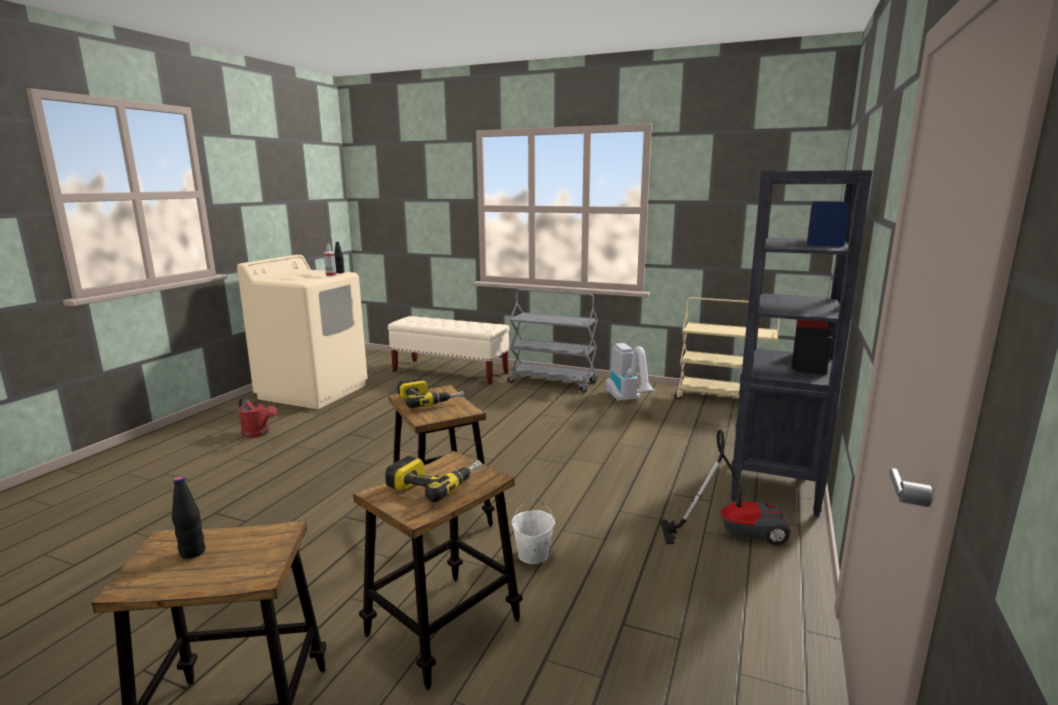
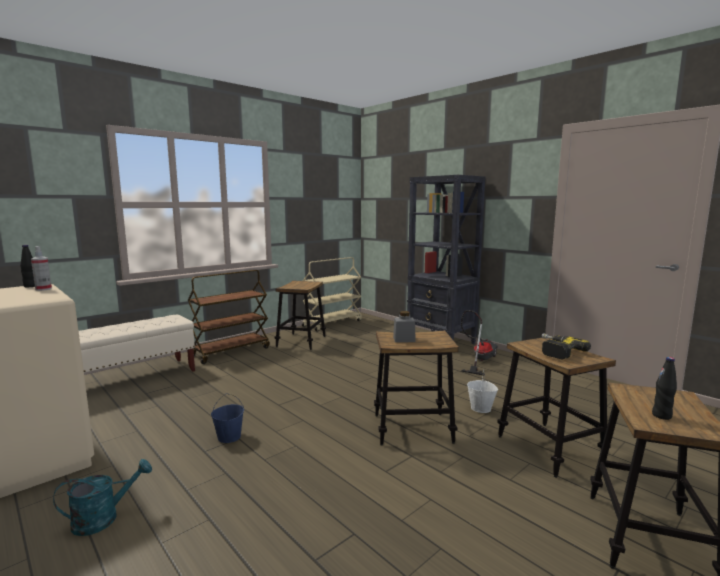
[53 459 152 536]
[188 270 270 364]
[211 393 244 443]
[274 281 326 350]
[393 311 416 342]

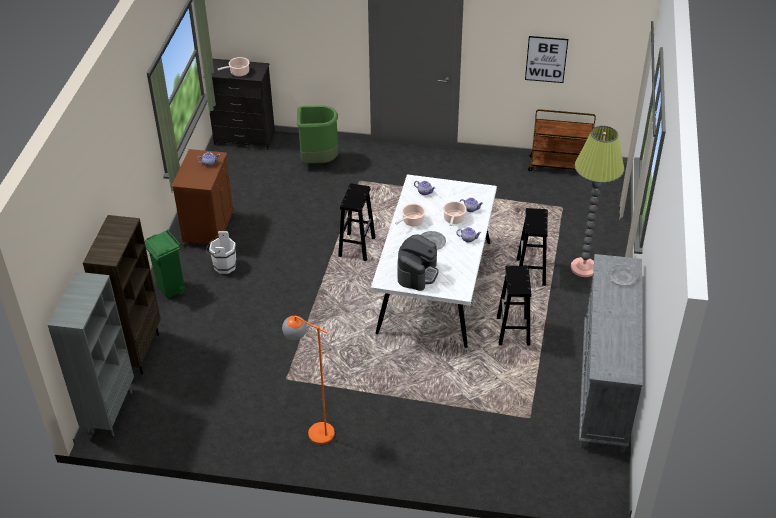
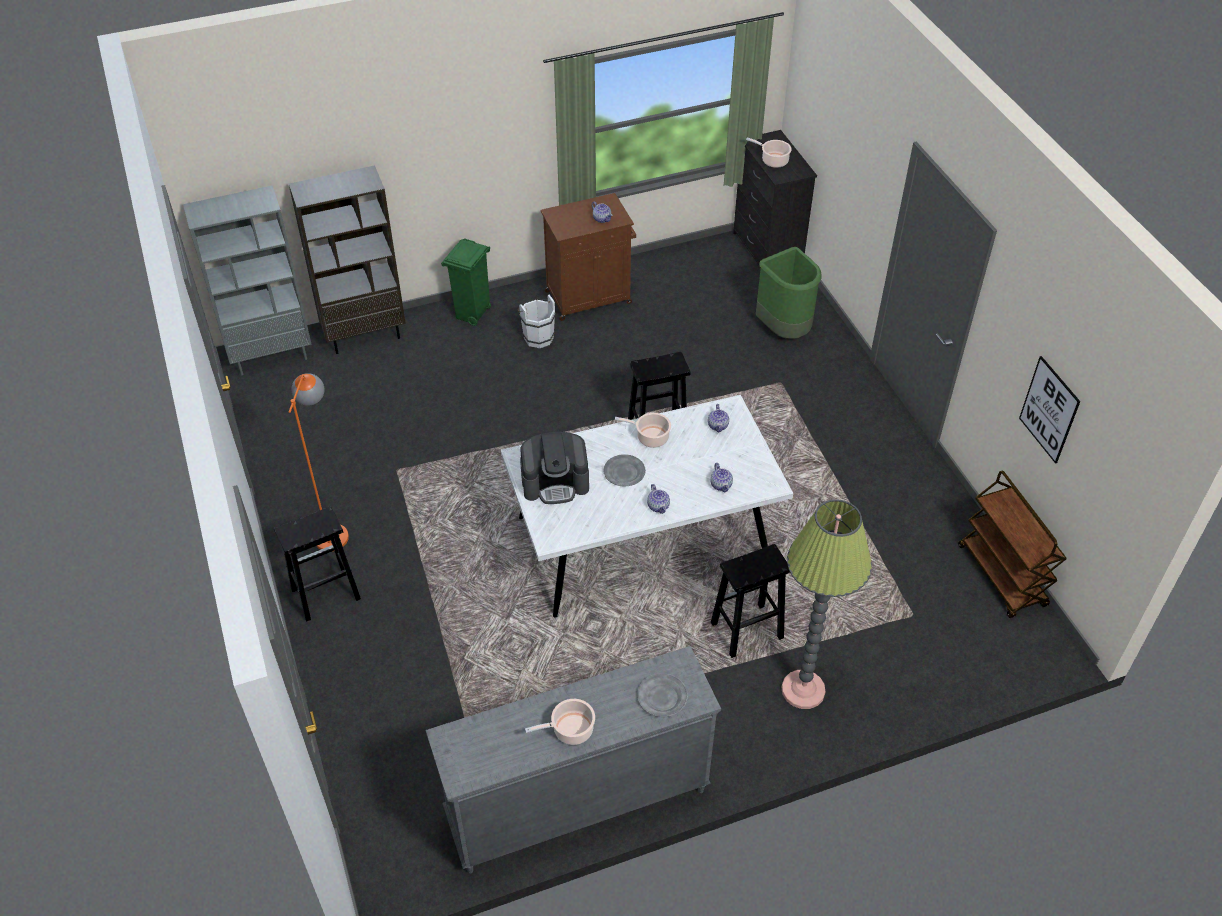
[274 506 361 622]
[525 699 595 745]

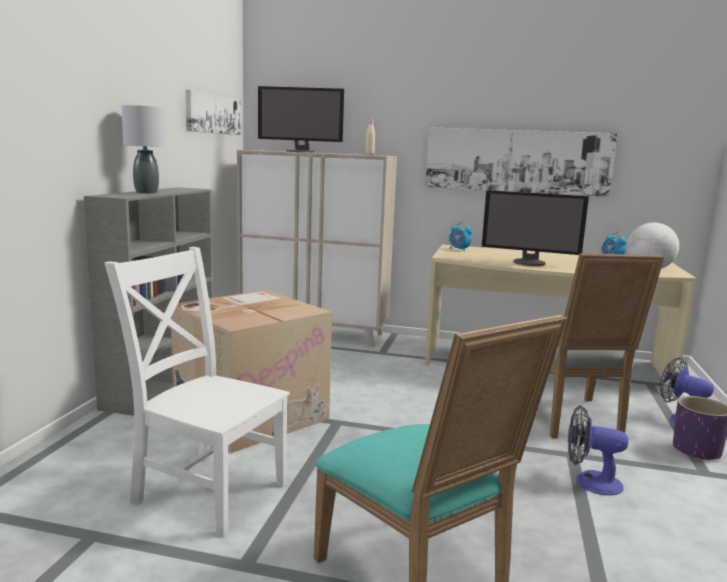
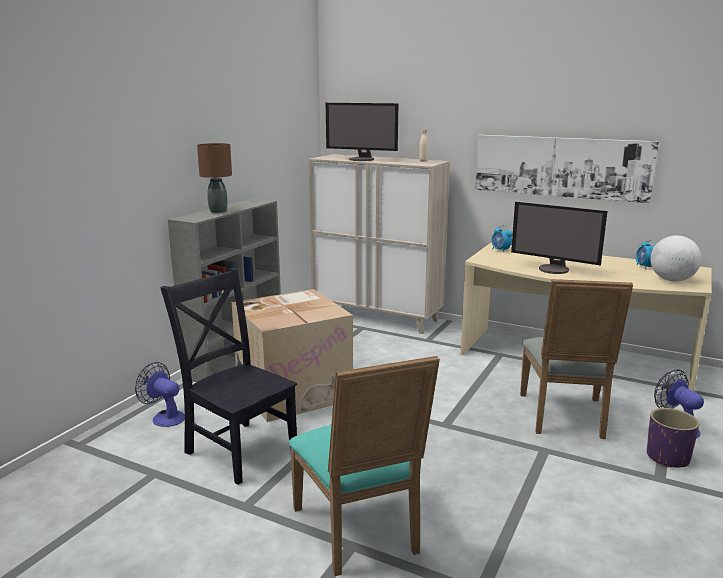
[135 362 185 427]
[160 268 297 485]
[197 143 232 213]
[185 90 241 135] (first image)

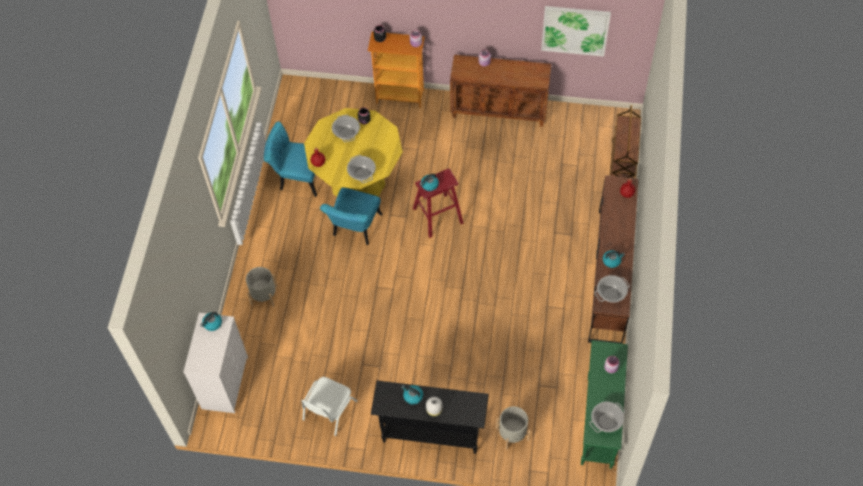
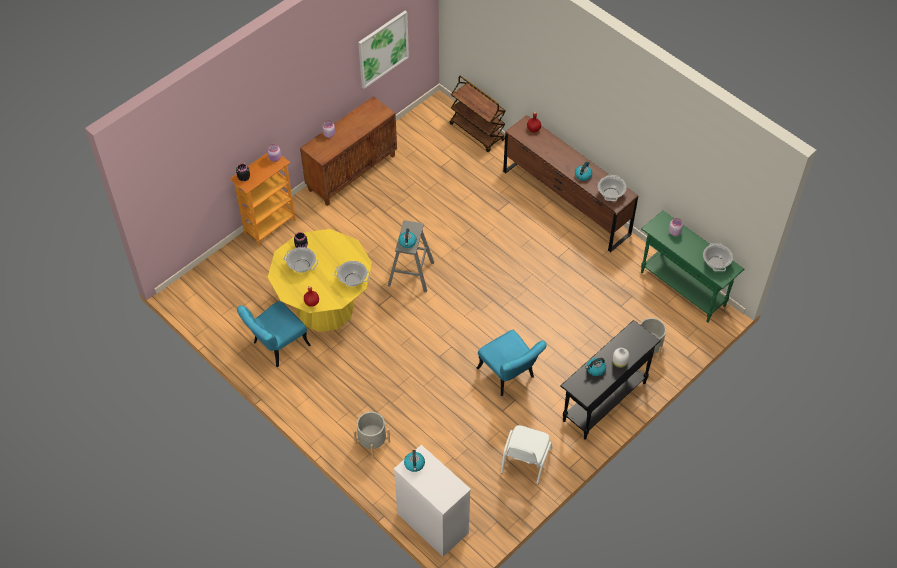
[388 220 434 292]
[477 330 546 396]
[501 425 552 484]

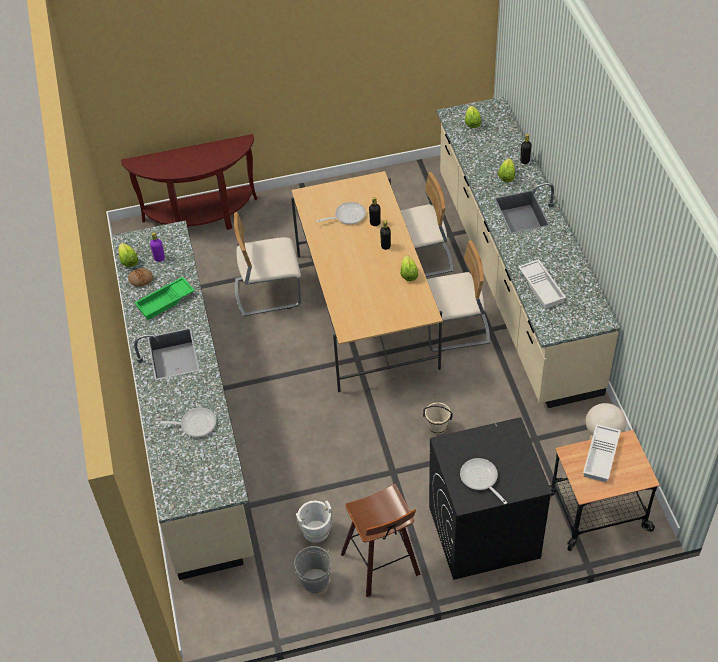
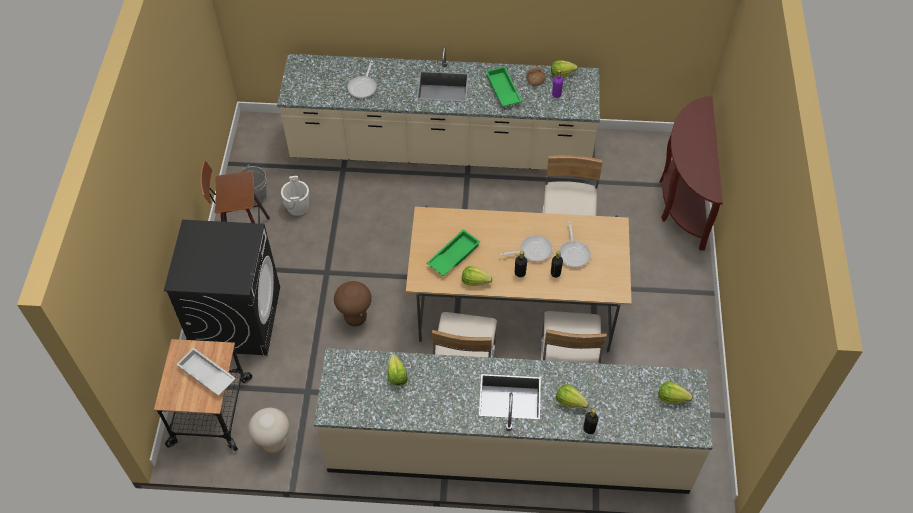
[334 281 372 326]
[388 354 408 386]
[427 229 480 276]
[500 235 552 262]

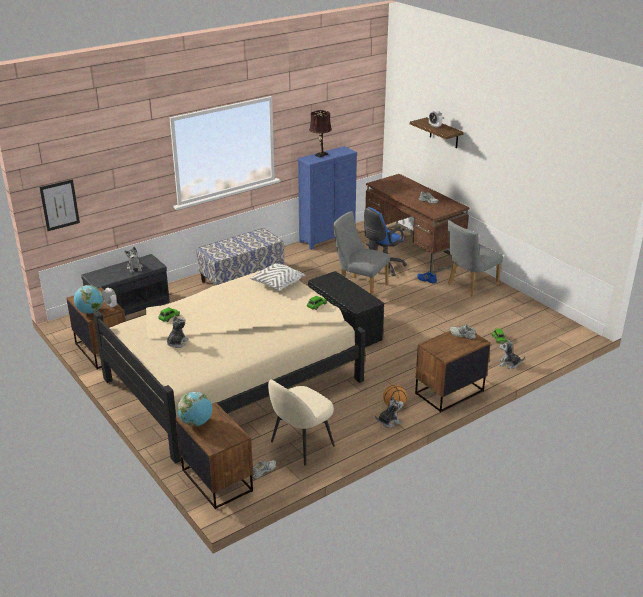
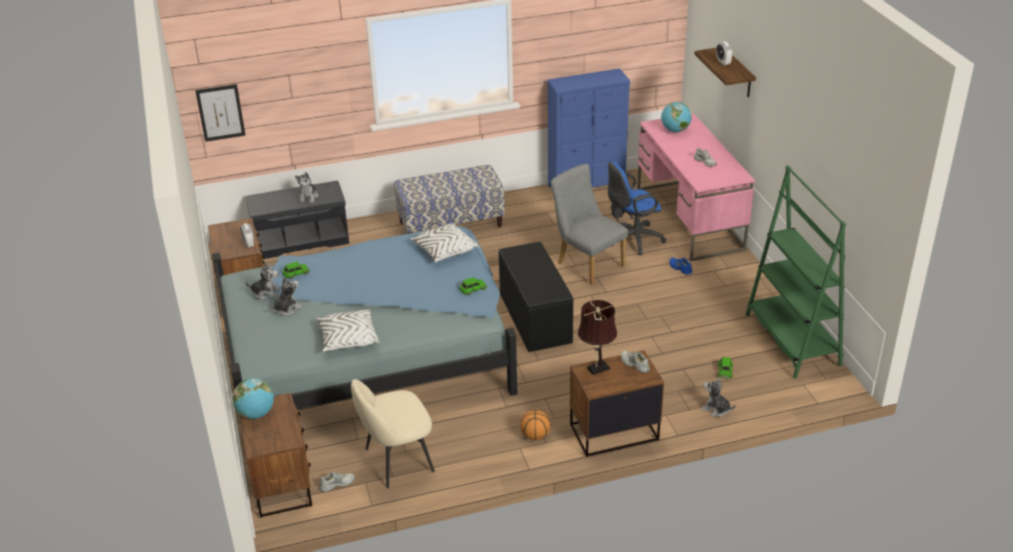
[212 225 517 410]
[245 263 280 300]
[317 309 380 351]
[578 300 617 375]
[637 113 755 261]
[661 102 692 132]
[746 165 846 378]
[447 220 503 297] (first image)

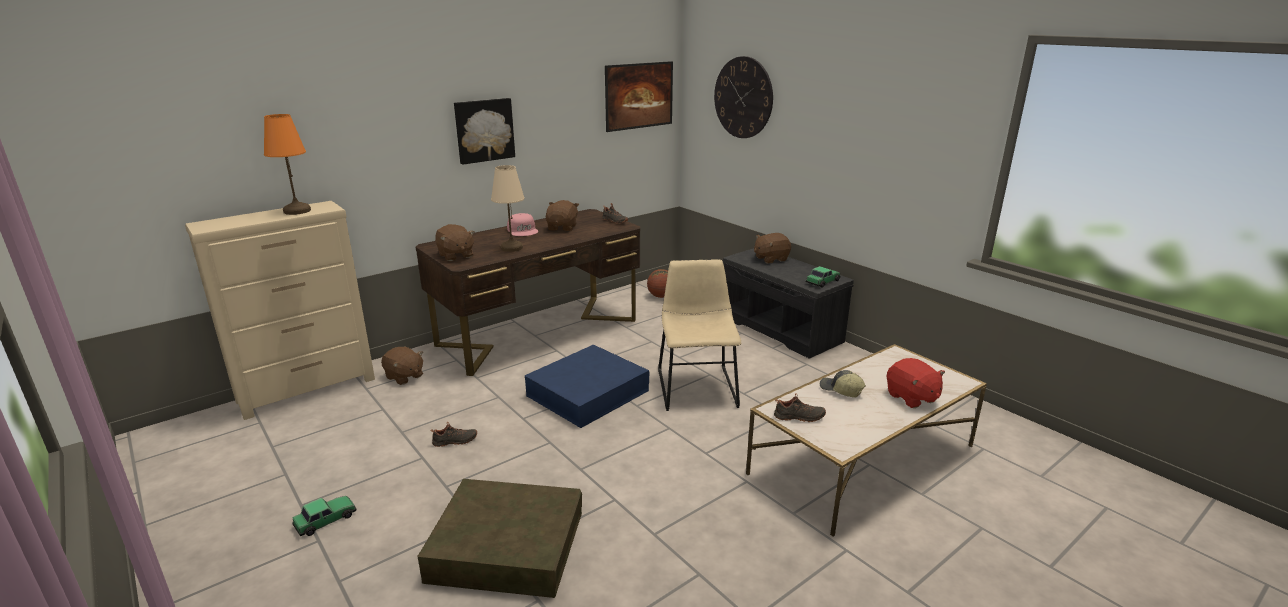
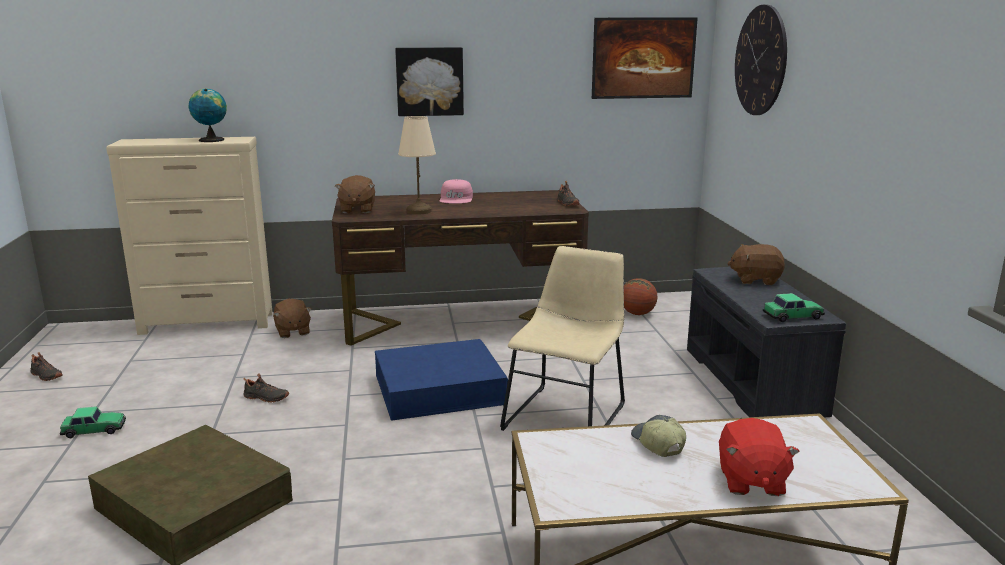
[30 352 63 381]
[189 88 227 142]
[546 200 579 231] (first image)

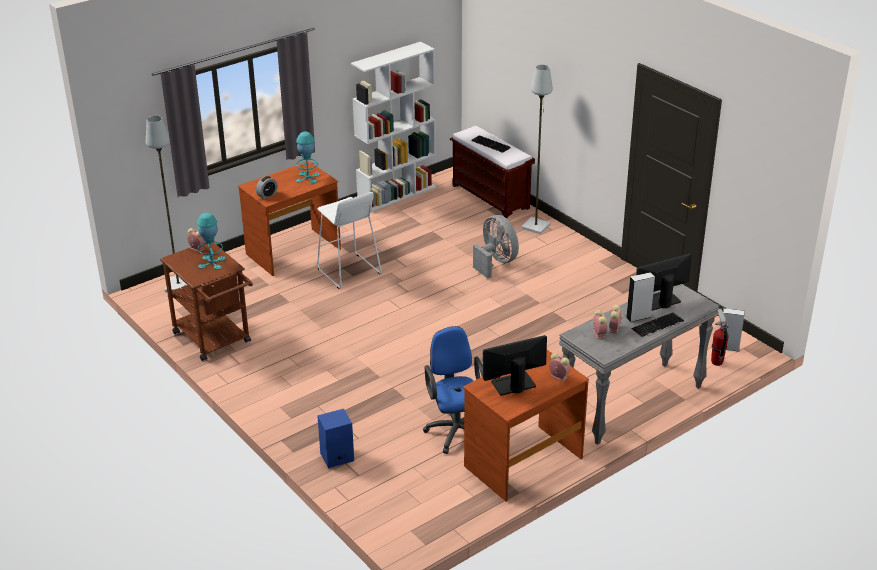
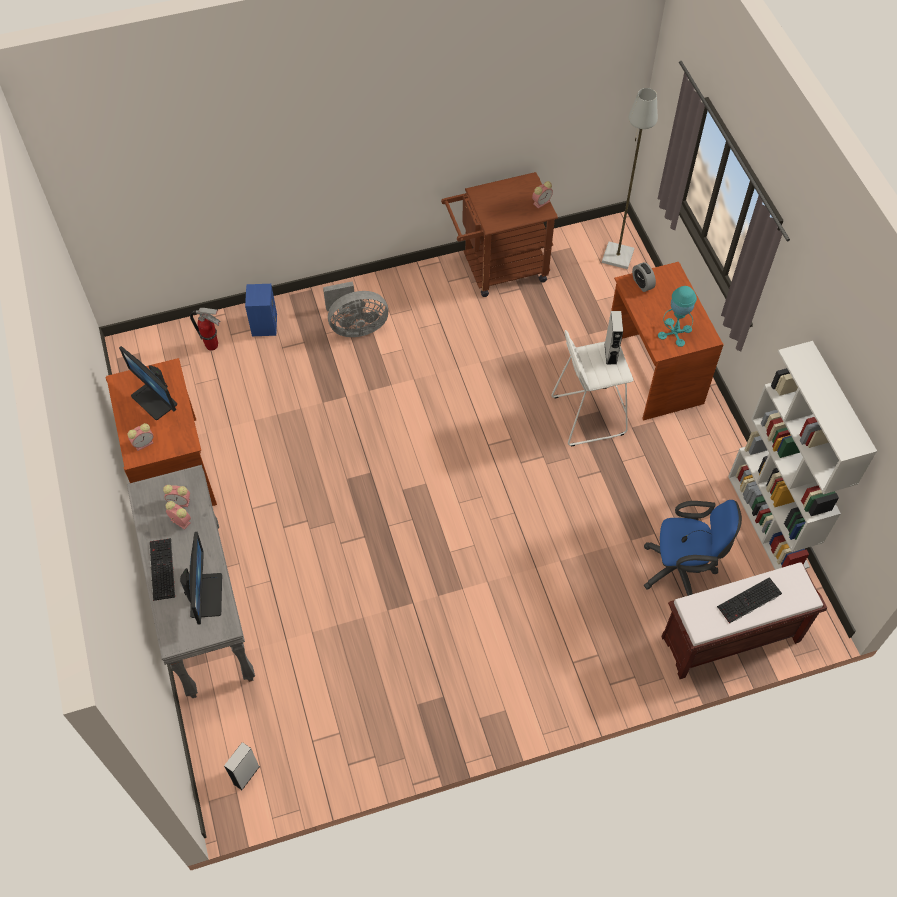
[119 346 177 420]
[190 308 221 351]
[323 281 388 337]
[605 311 623 365]
[644 500 742 596]
[197 213 226 269] (first image)
[521 65 553 234] (first image)

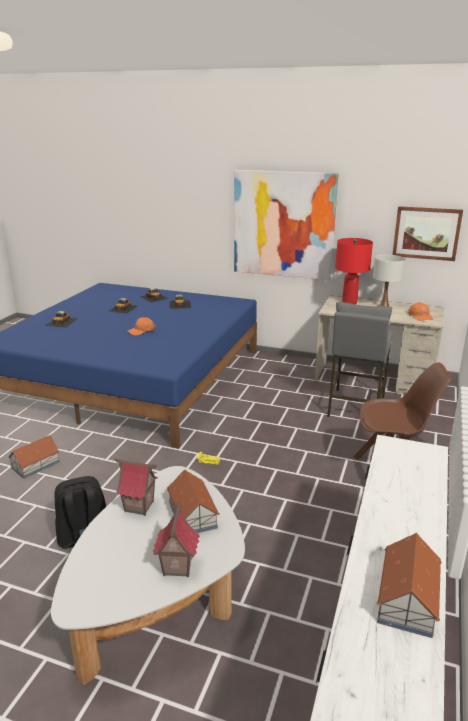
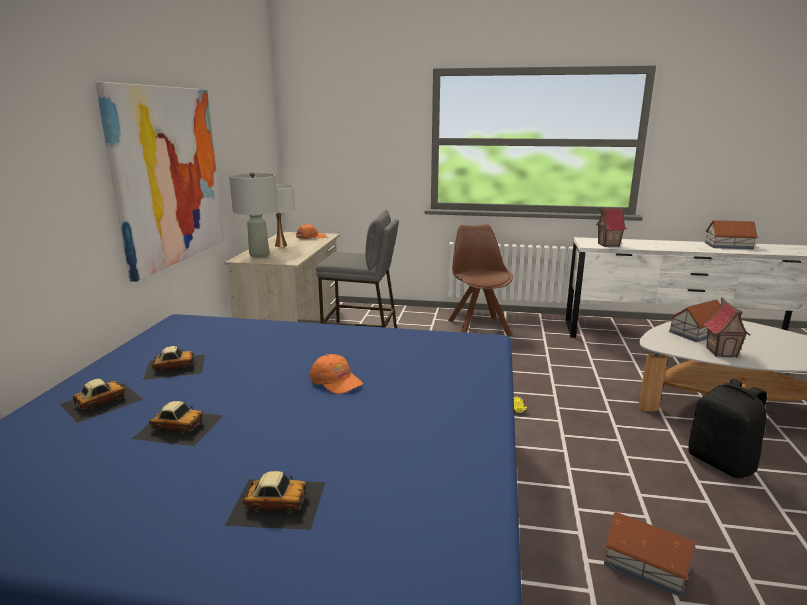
[229 172 278 257]
[596 207 628 247]
[393 206 463 261] (first image)

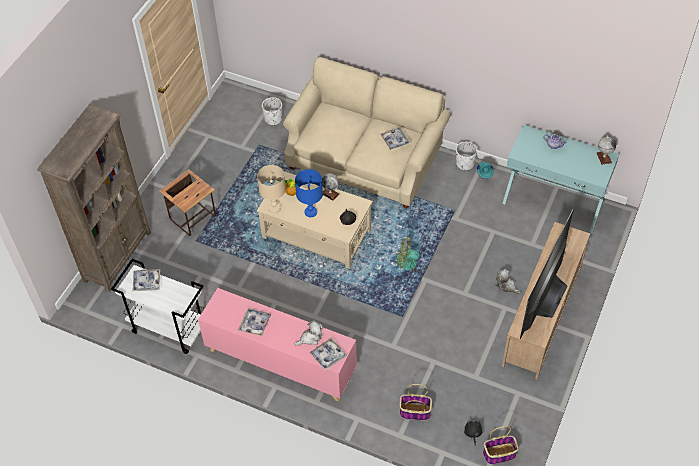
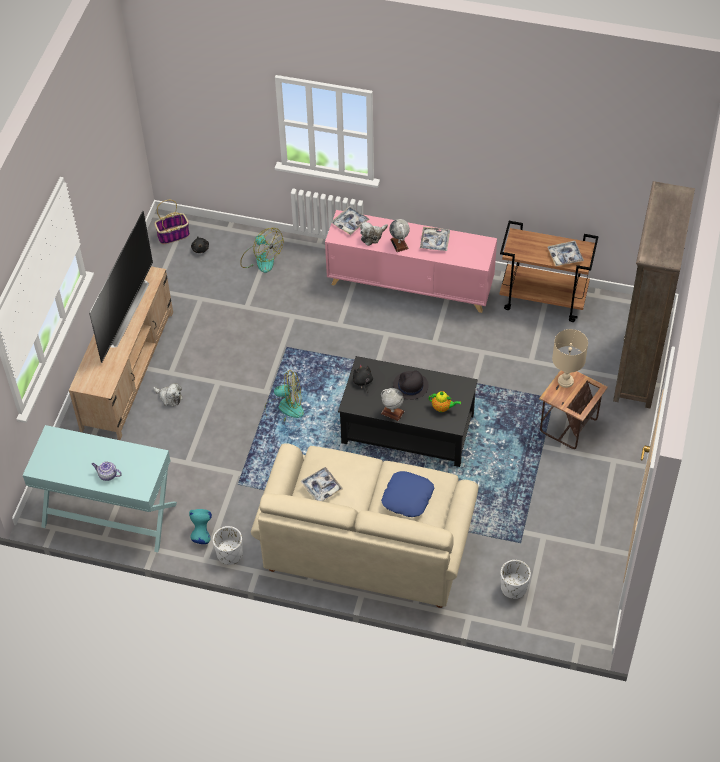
[240 228 283 273]
[338 356 478 467]
[381 471 434 517]
[389 219 410 252]
[393 370 429 400]
[499 221 599 322]
[552 329 588 388]

